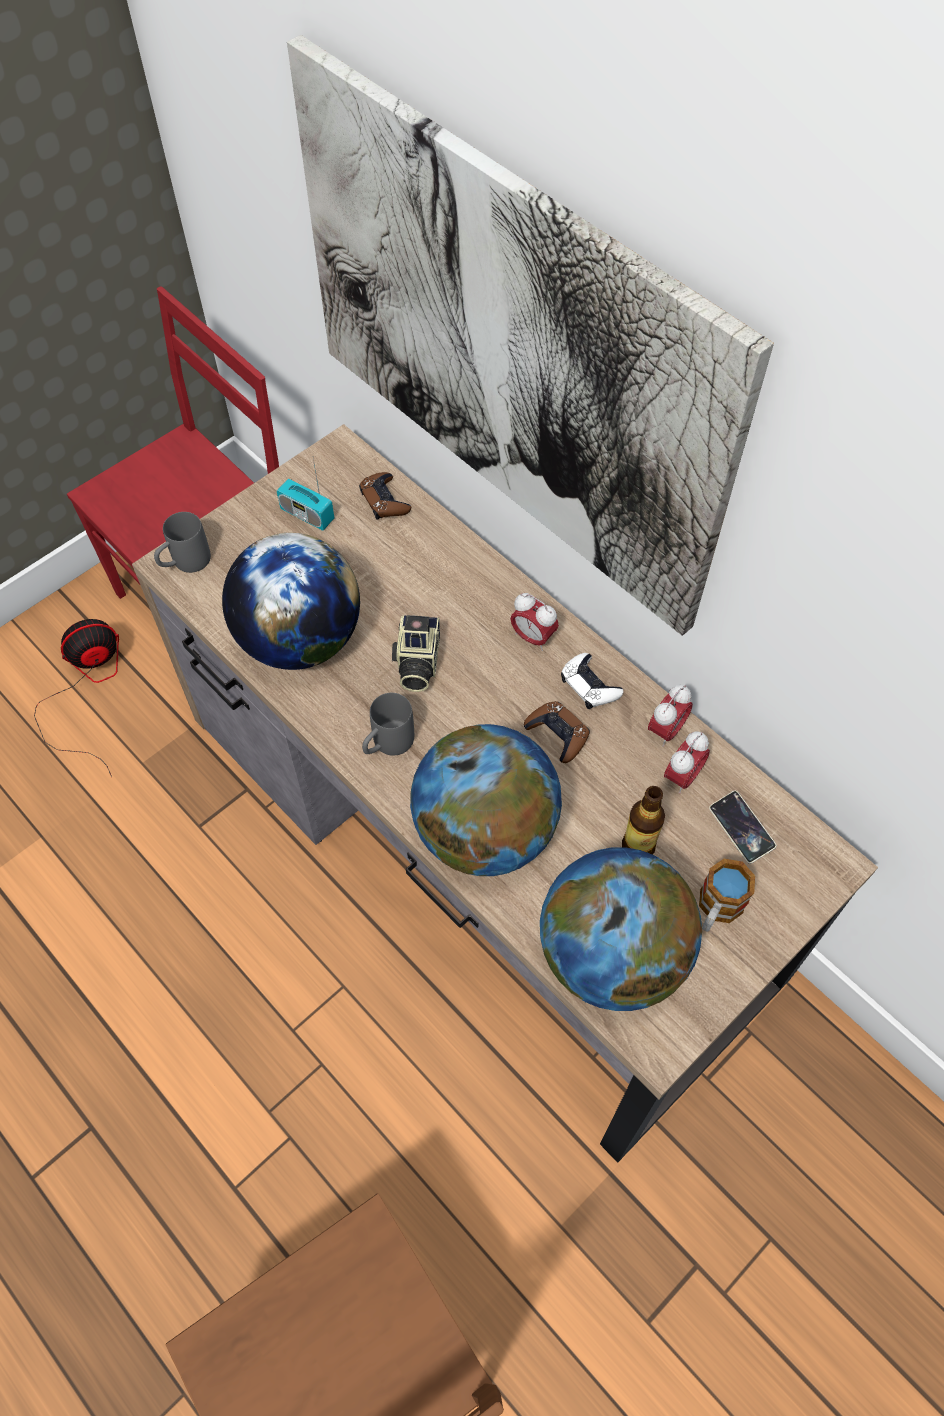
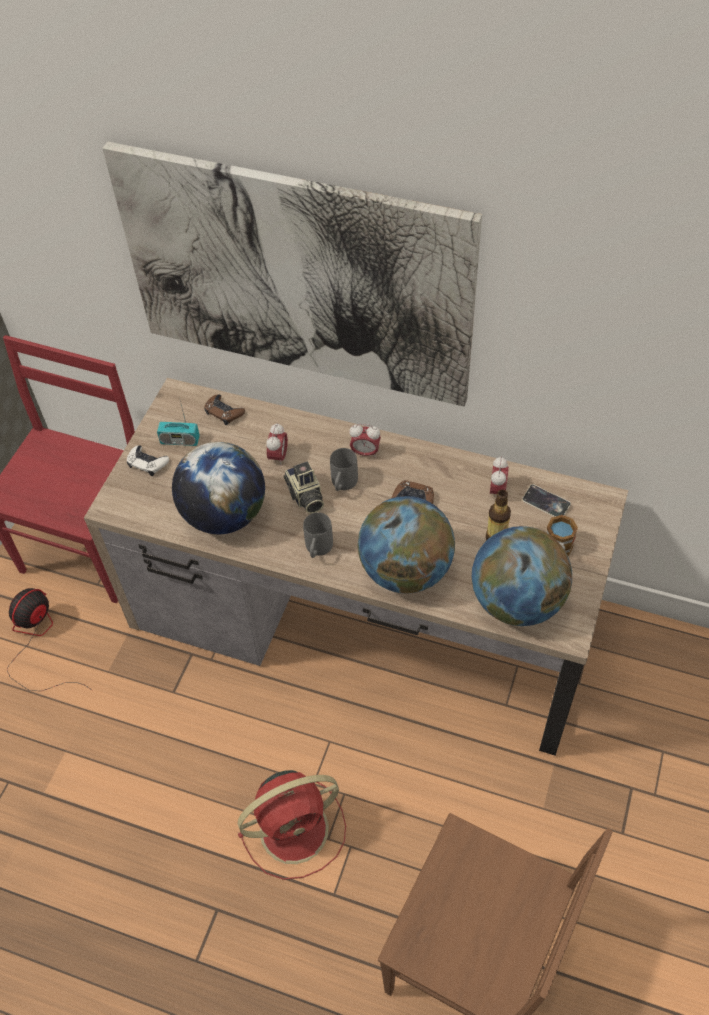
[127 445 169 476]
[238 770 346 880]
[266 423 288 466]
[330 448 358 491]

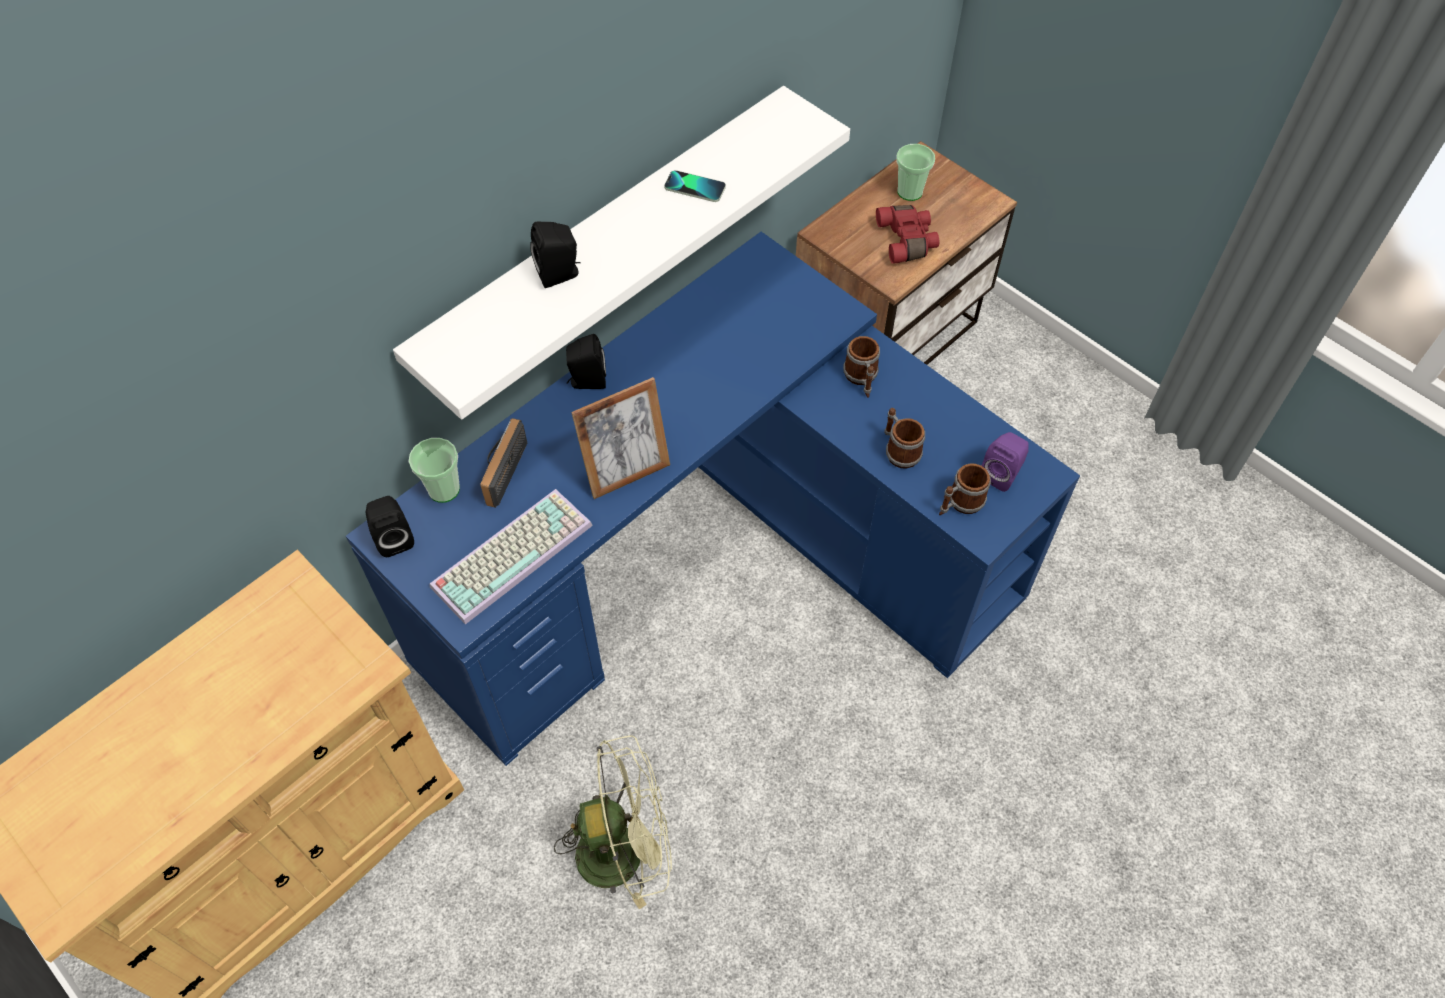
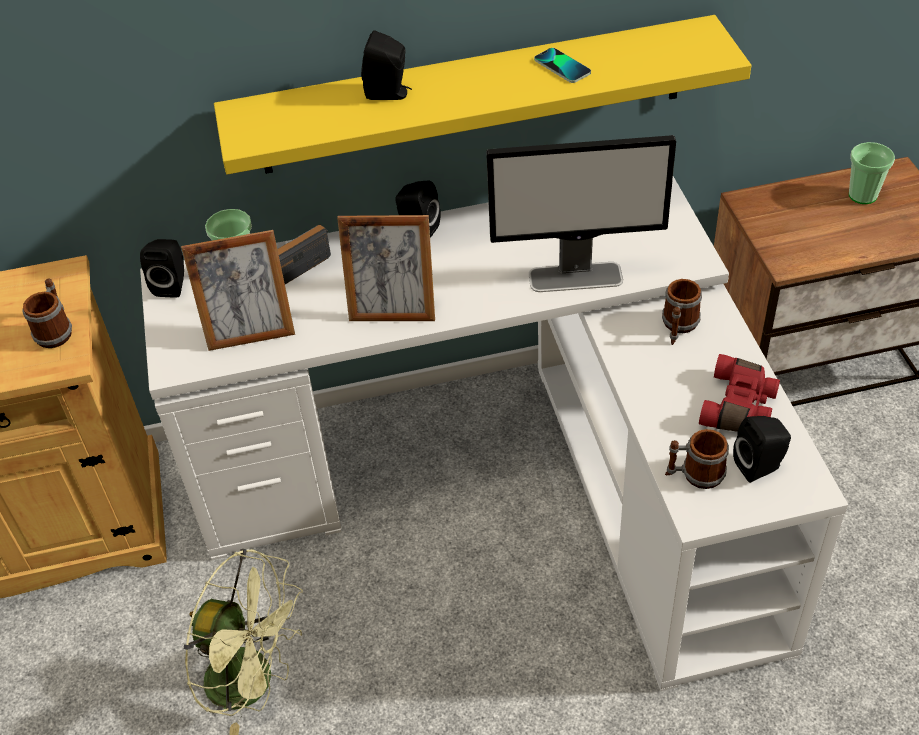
[22 279 72 348]
[140 177 848 691]
[181 230 295 351]
[214 15 751 174]
[486 135 676 292]
[699 354 780 432]
[733 416 791 483]

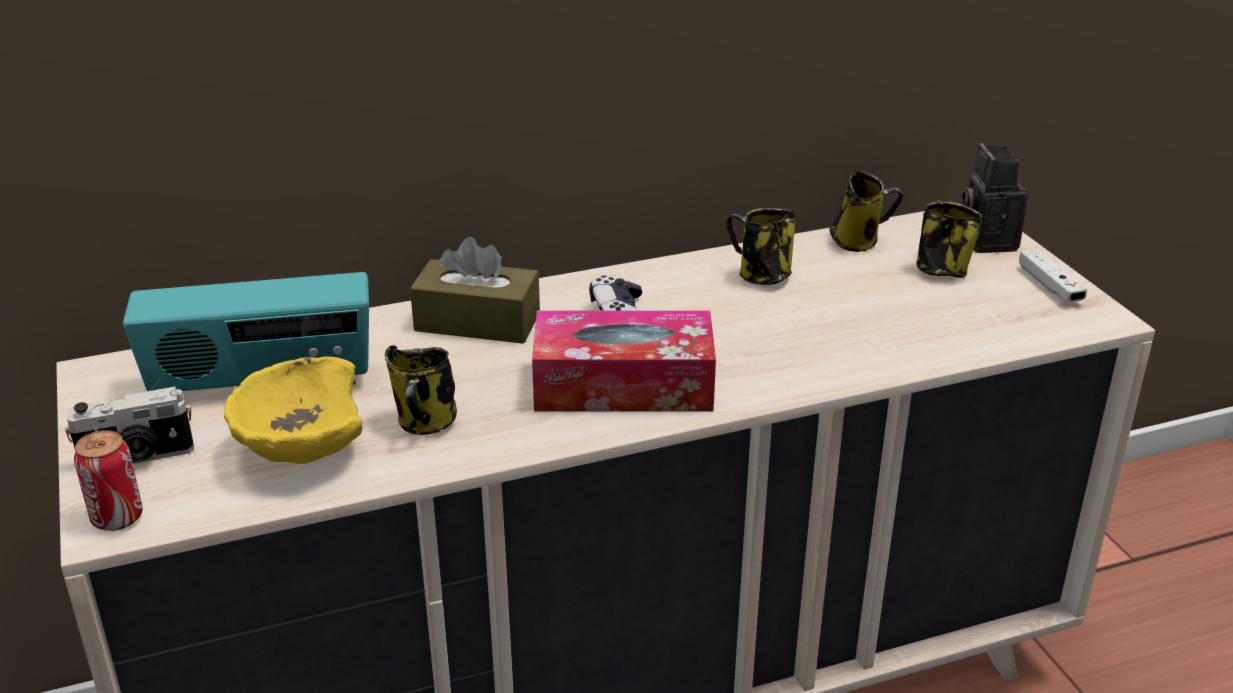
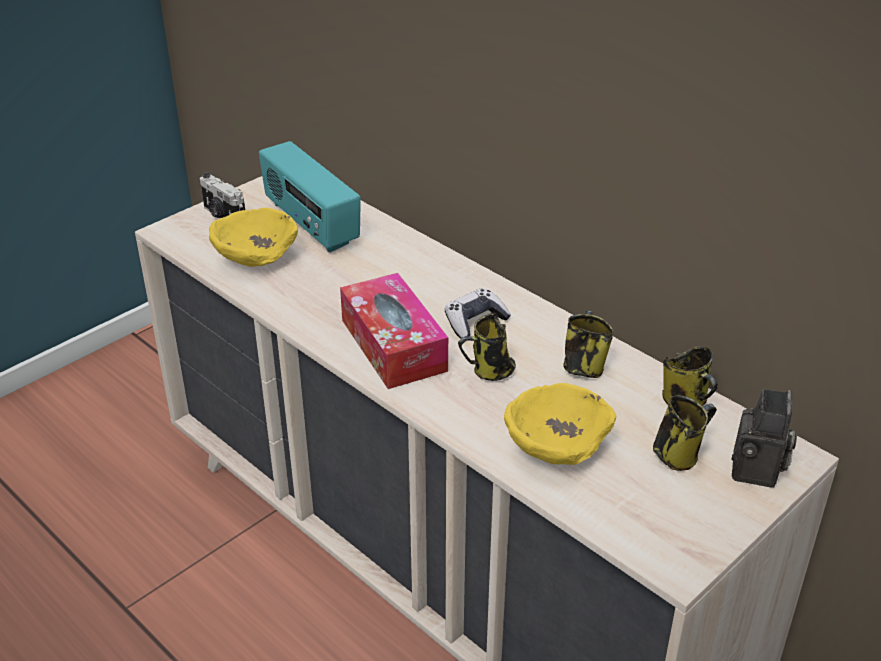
[458 313 516 381]
[504 383 616 465]
[731 389 797 487]
[74 430 143 531] (first image)
[410 237 540 344] (first image)
[1019 249 1087 302] (first image)

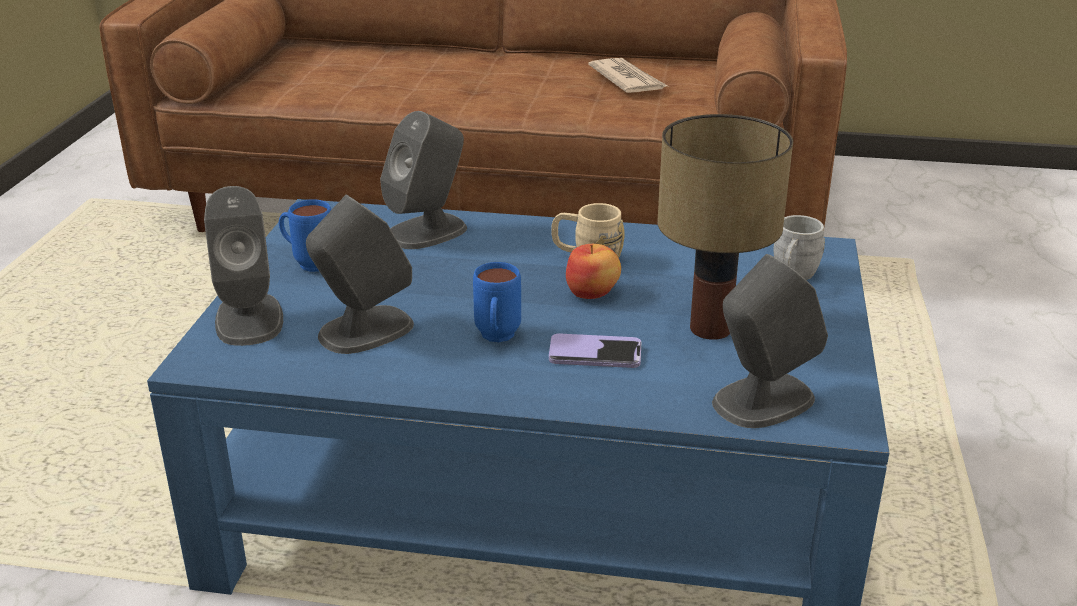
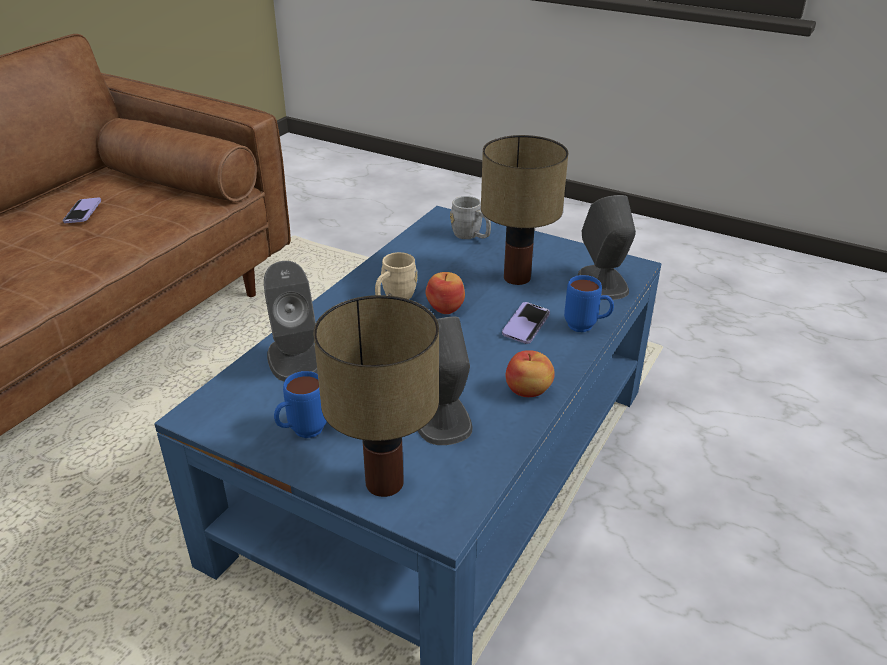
[63 198 101 223]
[313 295 439 497]
[506 350 555 397]
[564 275 614 332]

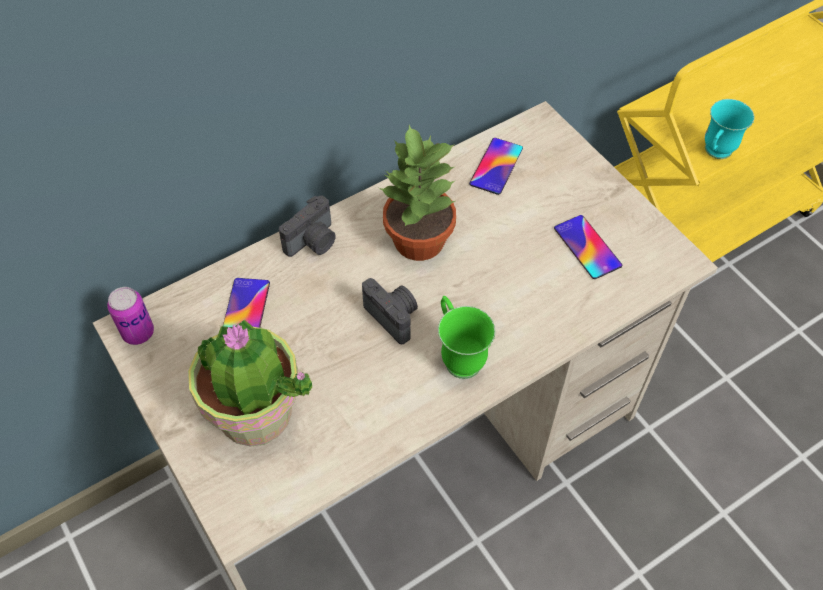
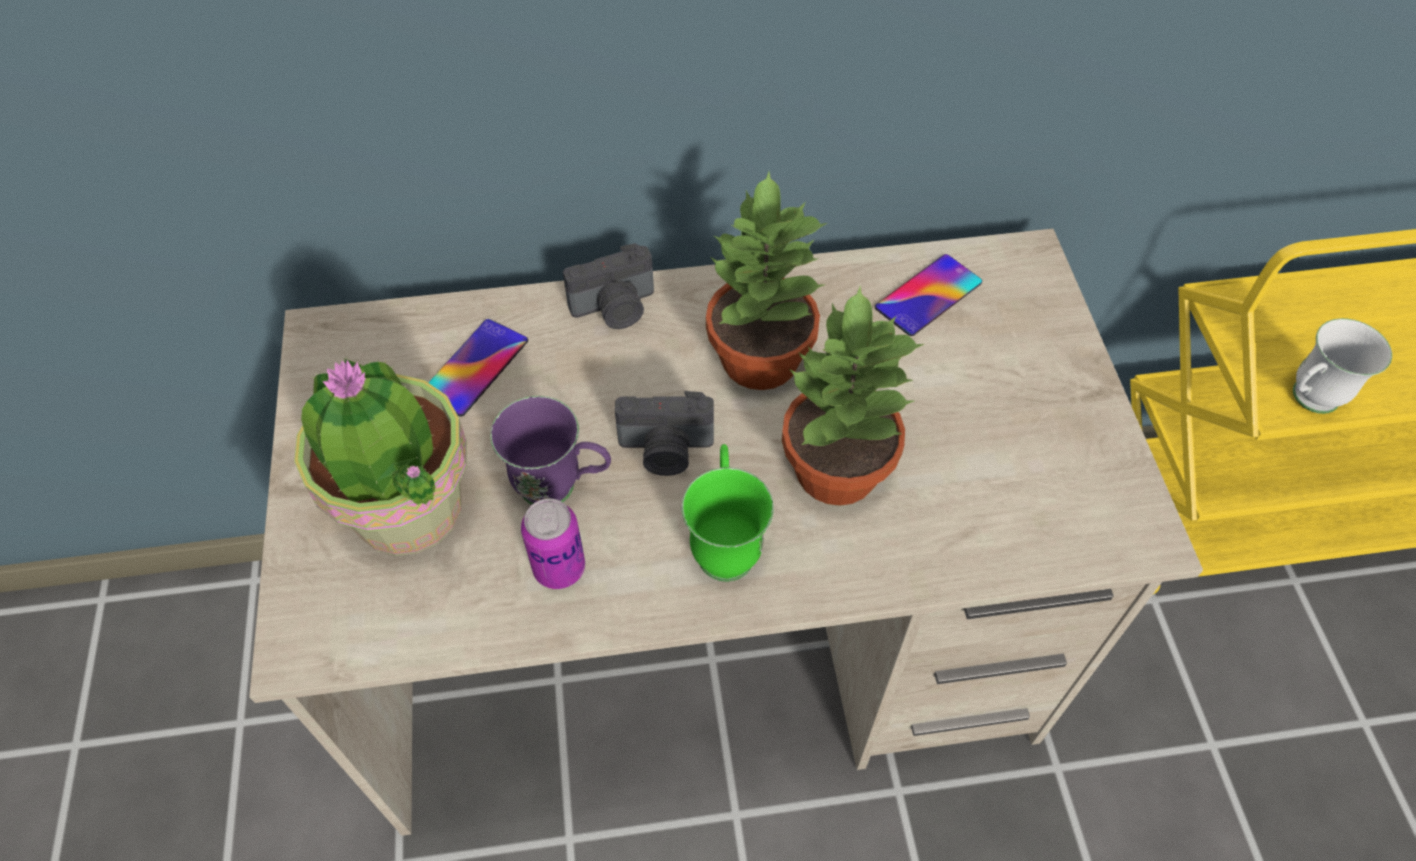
[490 396 611 505]
[521 498 585 589]
[615 391 714 476]
[782 287 924 506]
[1293 318 1392 414]
[554 215 622 279] (first image)

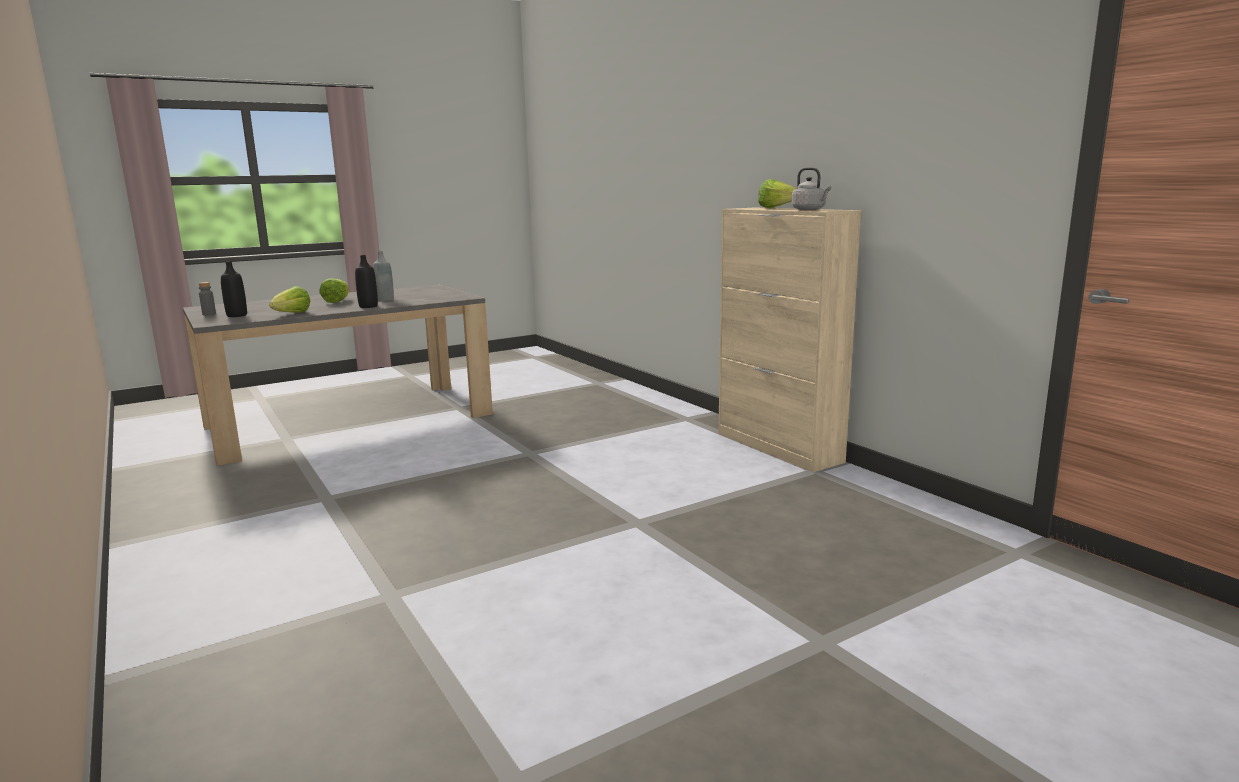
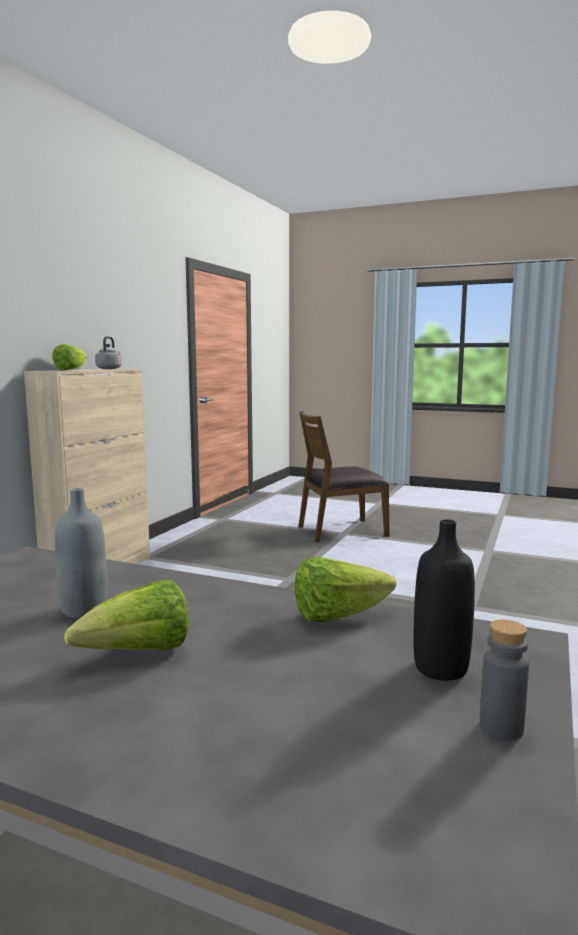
[298 411 390 542]
[355 255 378 308] (first image)

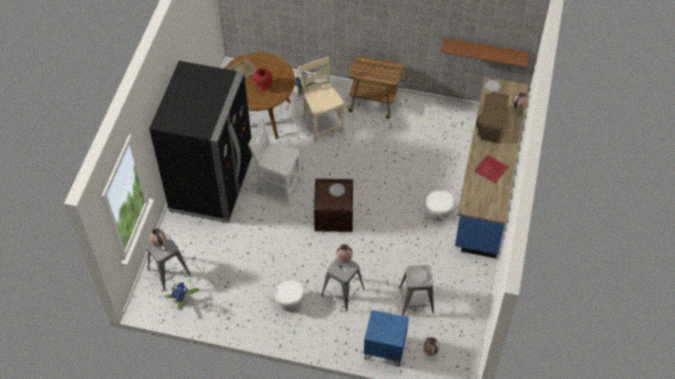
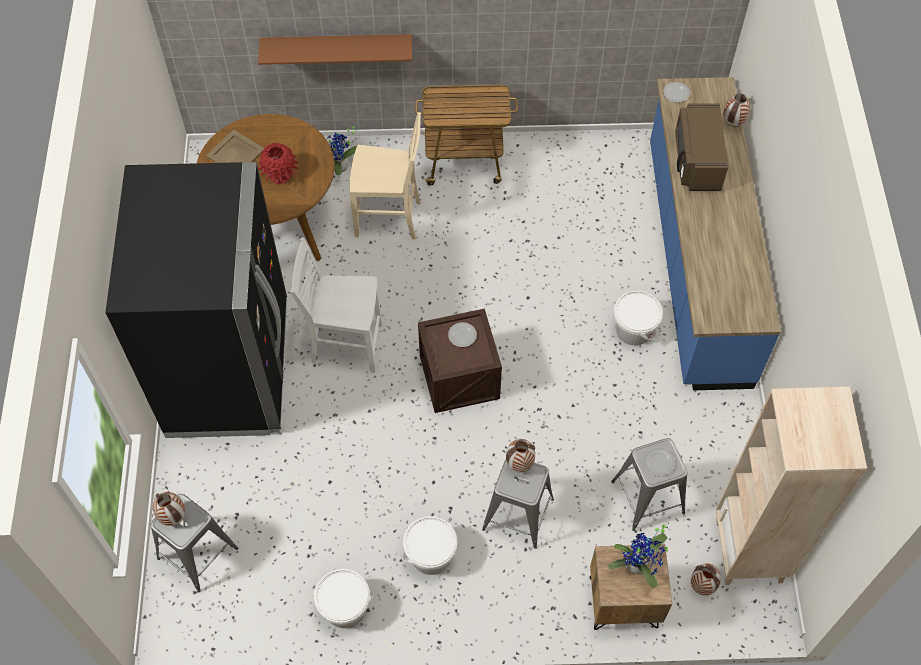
[258 34 412 65]
[313 569 374 628]
[349 112 421 240]
[590 544 672 630]
[608 523 669 588]
[716 387 867 585]
[474 155 508 183] (first image)

